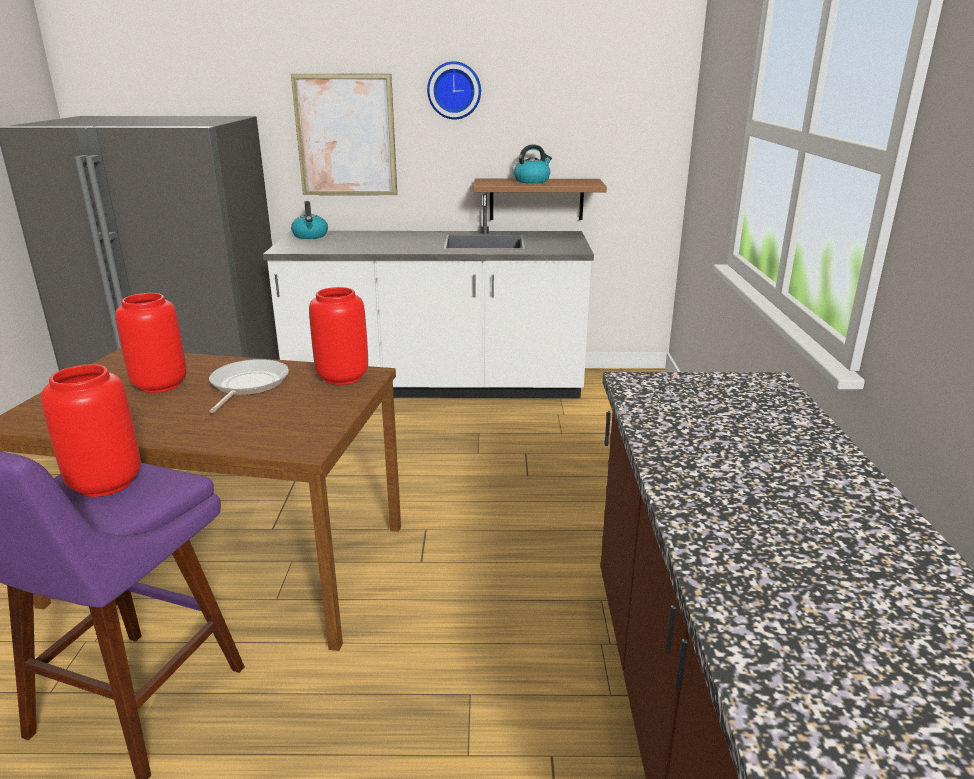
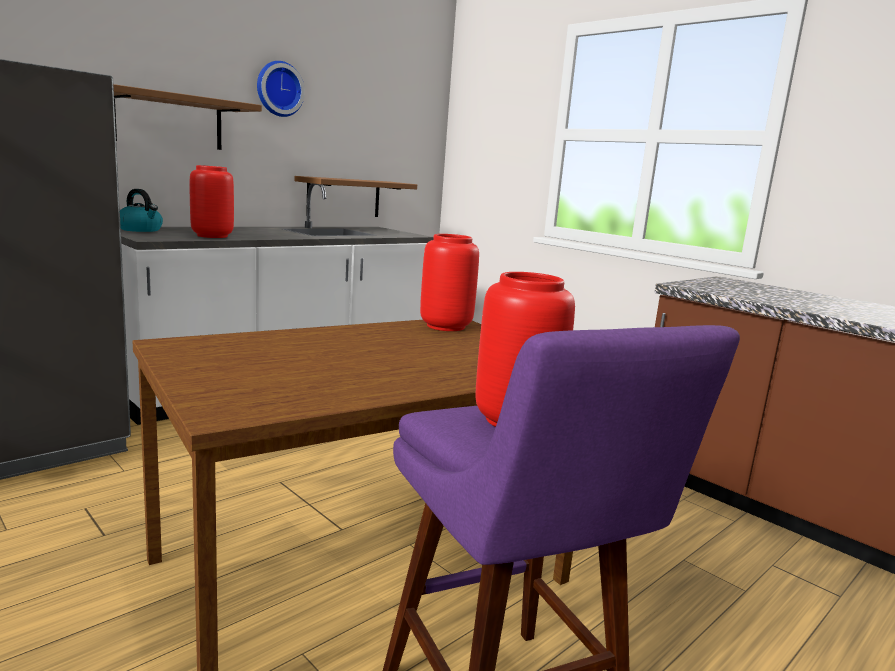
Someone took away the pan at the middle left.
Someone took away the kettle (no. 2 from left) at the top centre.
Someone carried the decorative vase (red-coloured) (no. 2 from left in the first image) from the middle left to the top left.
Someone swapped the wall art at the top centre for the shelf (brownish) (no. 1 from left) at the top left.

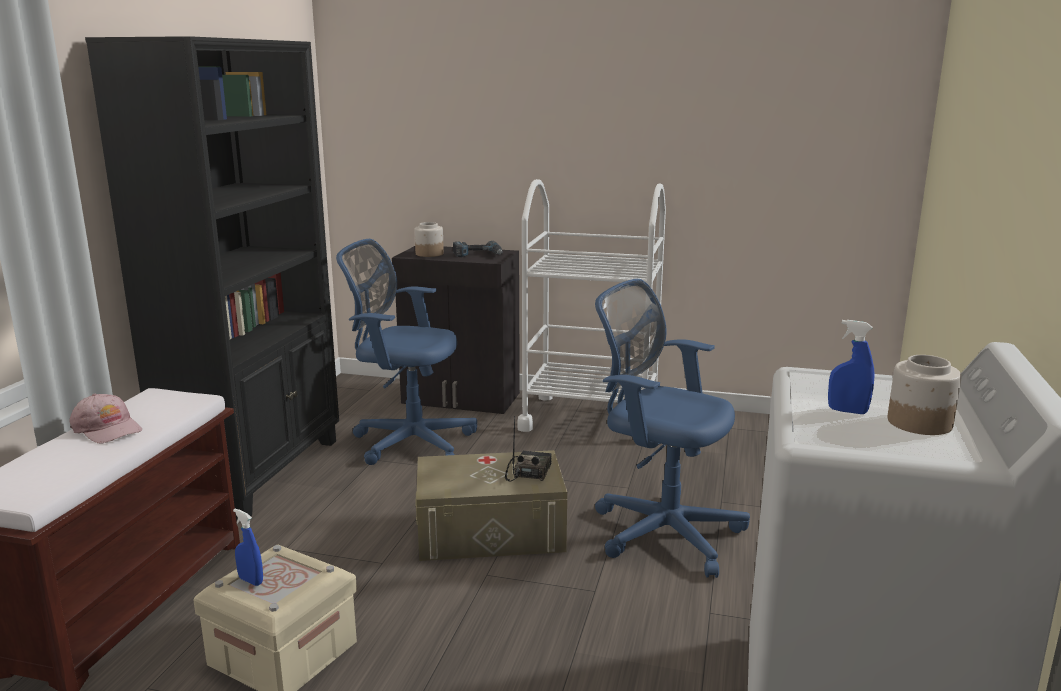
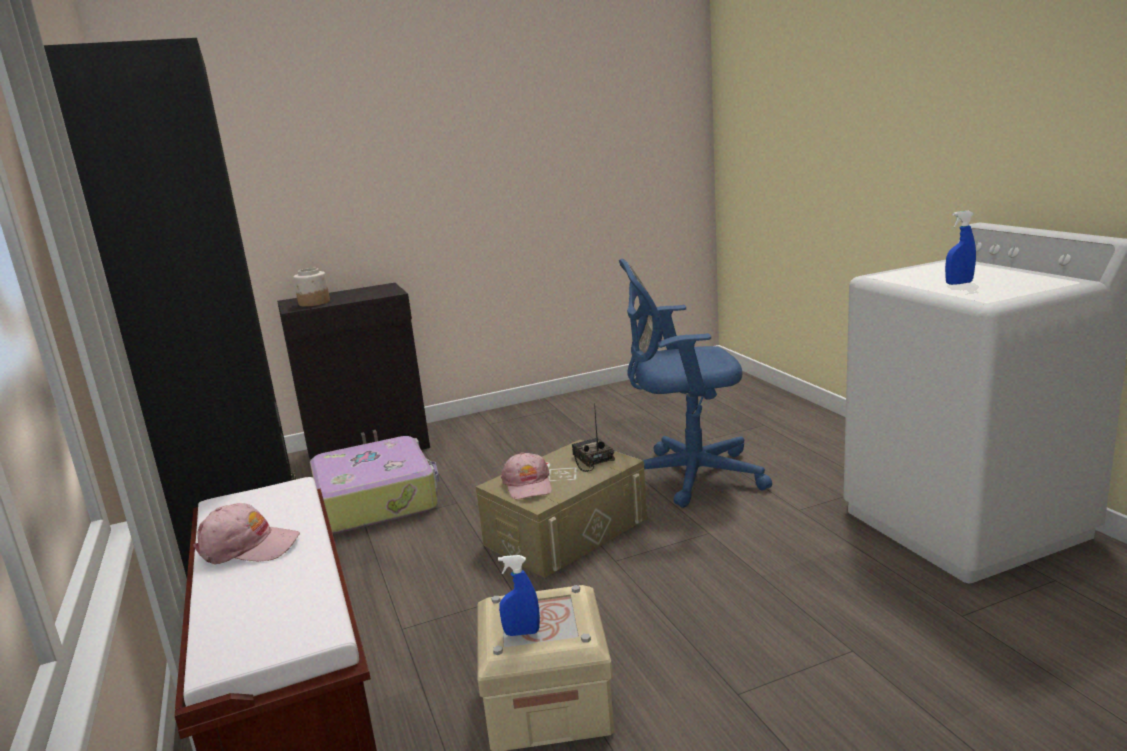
Someone took away the electric drill at the centre.
Someone took away the wheeled cart (whitish) at the centre.
Someone took away the jar (no. 2 from left) at the middle right.
Someone put down the baseball cap (pinkish) (no. 2 from left) at the centre.
Someone swapped the office chair (blue) (no. 1 from left) at the centre for the travel case at the middle left.

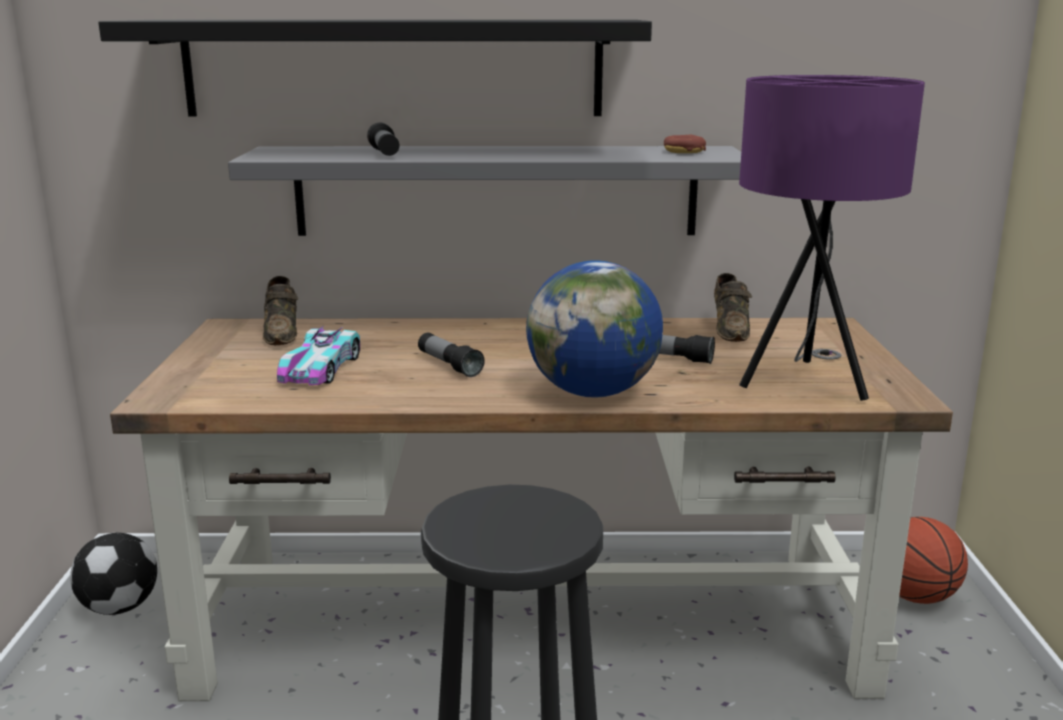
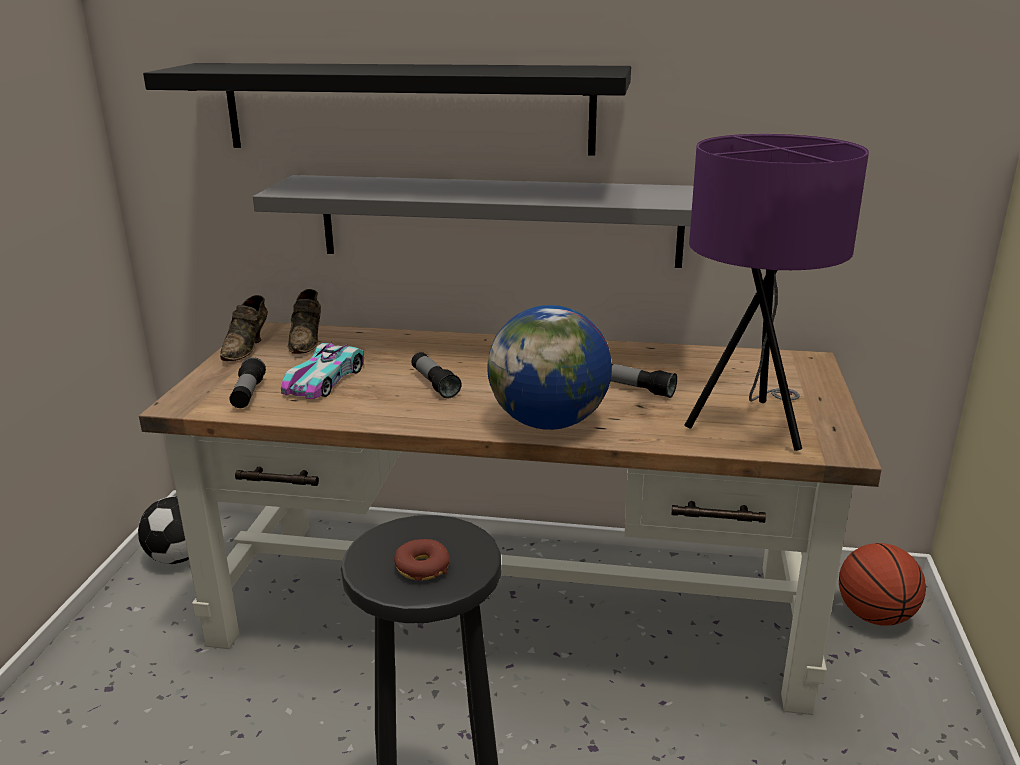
Someone carried the torch (no. 1 from left) from the top centre to the middle left.
Someone carried the ring doughnut from the top centre to the bottom centre.
Someone carried the shoe (brownish) (no. 2 from left in the first image) from the middle right to the middle left.

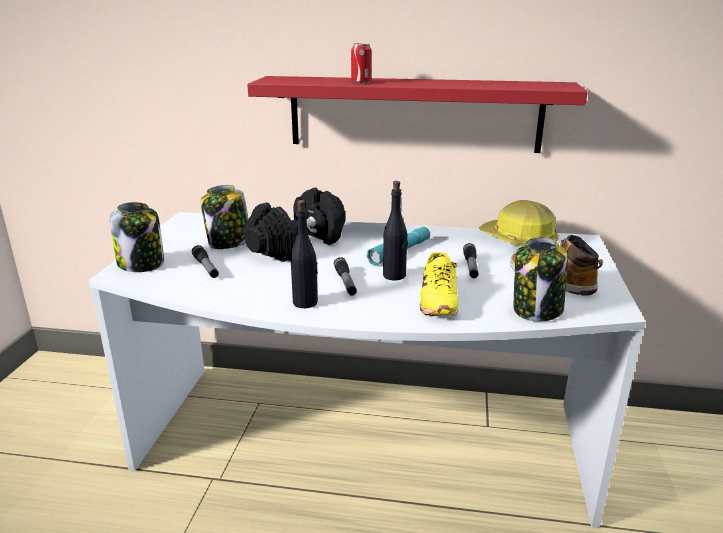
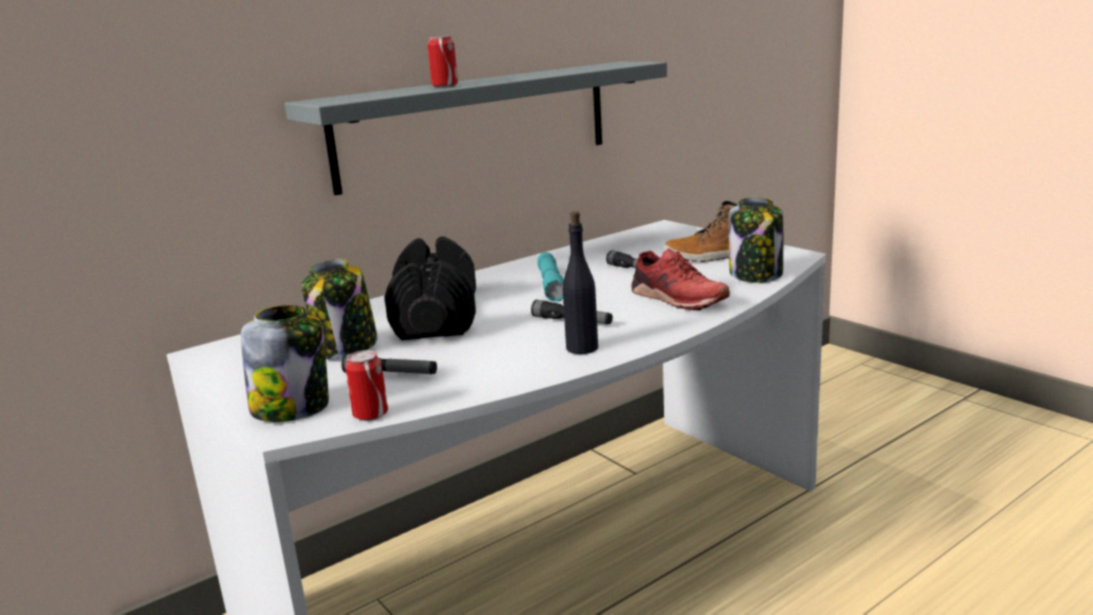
Someone took away the beverage bottle (black) (no. 2 from left) at the centre.
Someone took away the work helmet at the middle right.
Someone put down the metal can (no. 1 from left) at the centre.
Someone repainted the shelf (red-coloured) at the top centre, which became the shelf (grey) at the top centre.
Someone repainted the shoe (yellowish) at the centre, which became the shoe (red-coloured) at the centre.

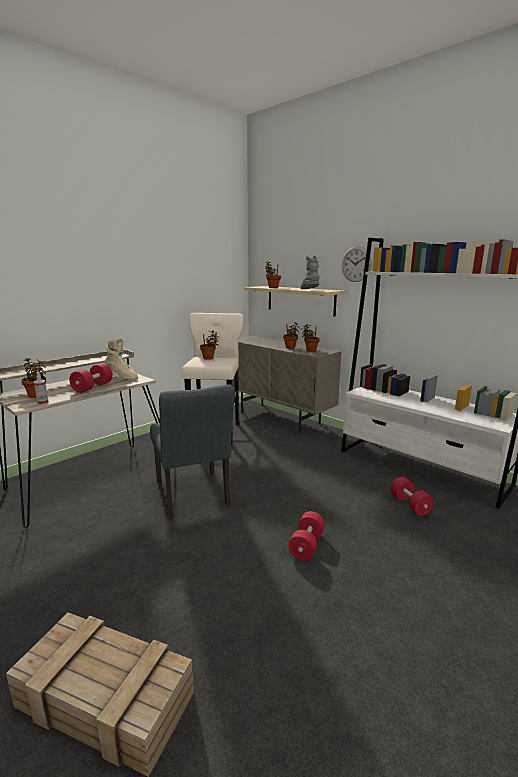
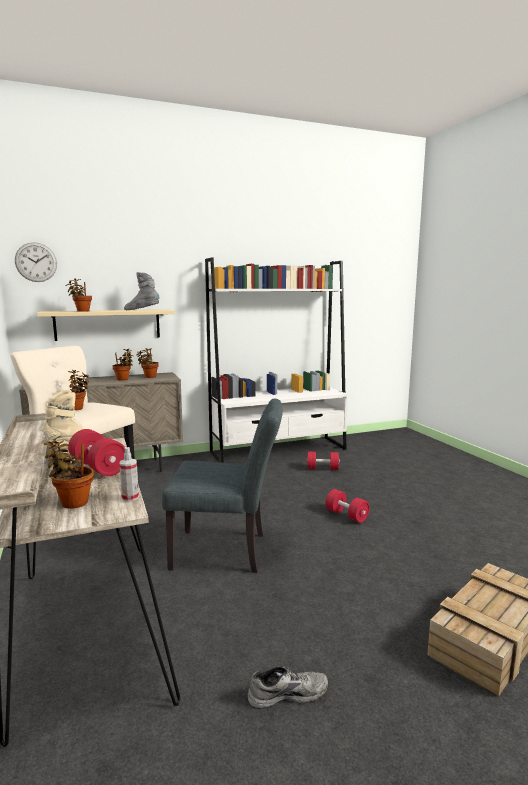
Someone put down the shoe (grey) at the bottom centre.
Someone carried the clock on the wall from the middle right to the middle left.

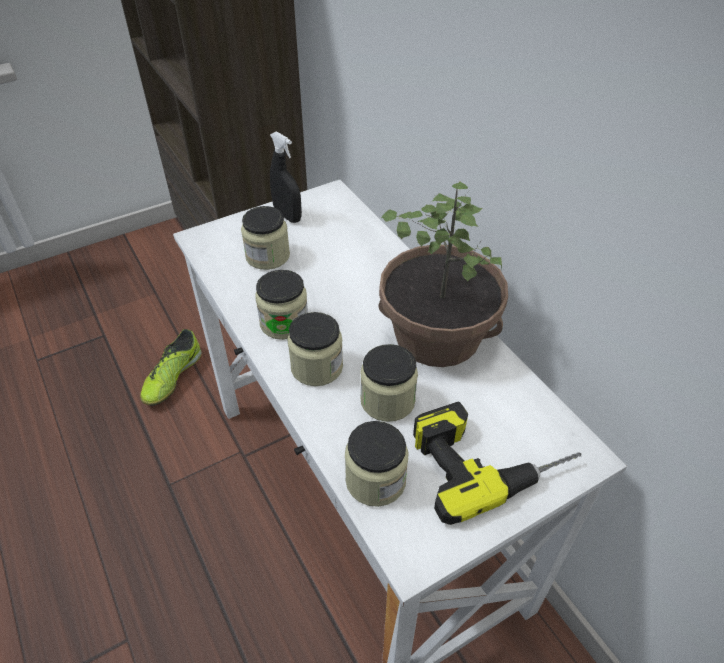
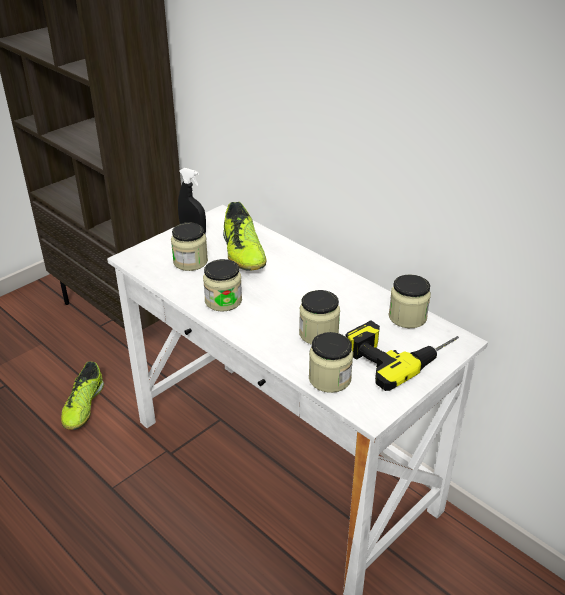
Someone took away the potted plant at the centre.
Someone put down the shoe (no. 2 from left) at the centre.
Someone carried the jar (no. 3 from left in the first image) from the centre to the middle right.

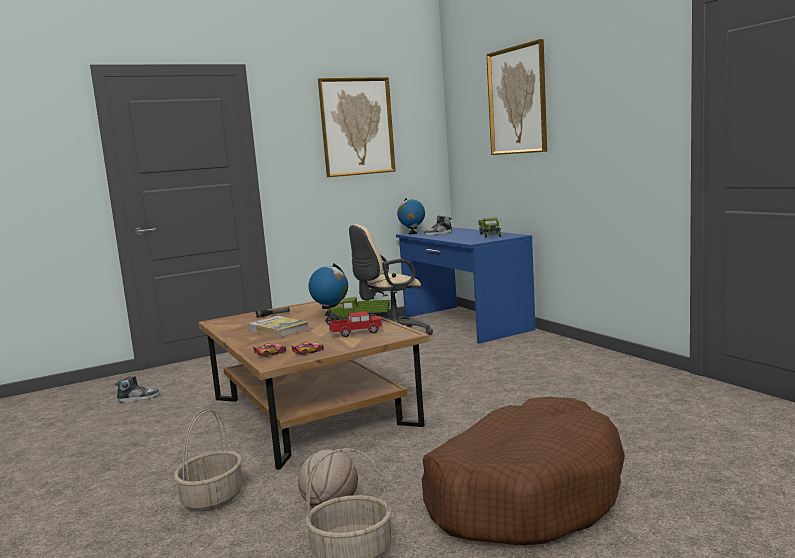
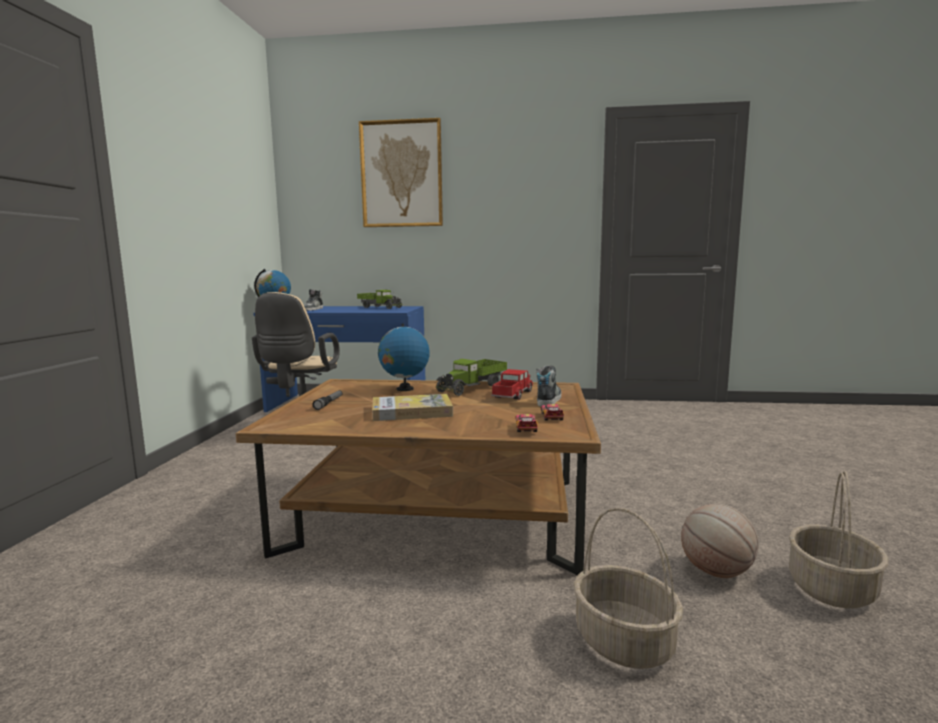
Someone took away the wall art (no. 1 from left) at the top centre.
Someone took away the pet bed (brownish) at the bottom centre.
Someone carried the shoe (no. 1 from left in the first image) from the bottom left to the centre.

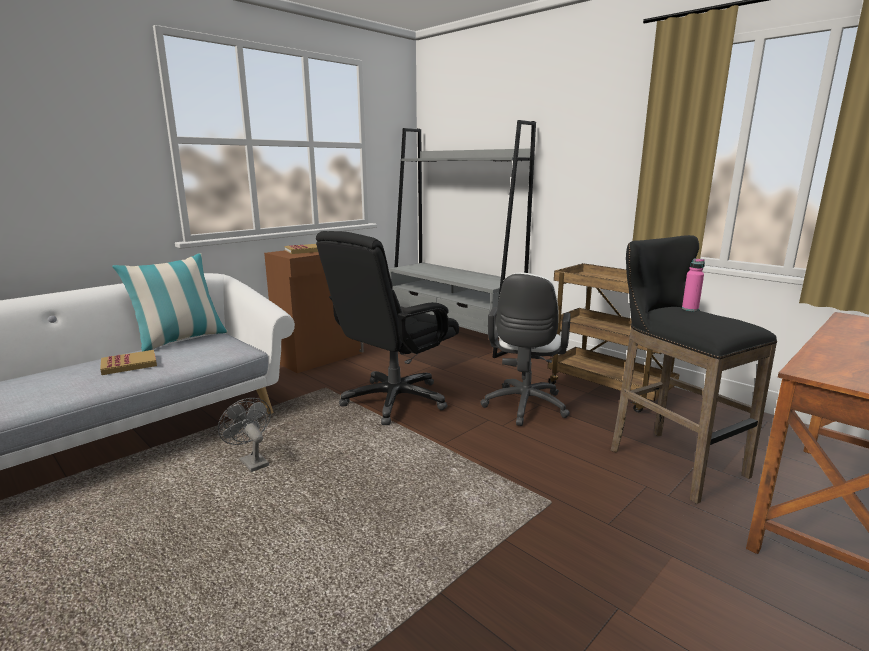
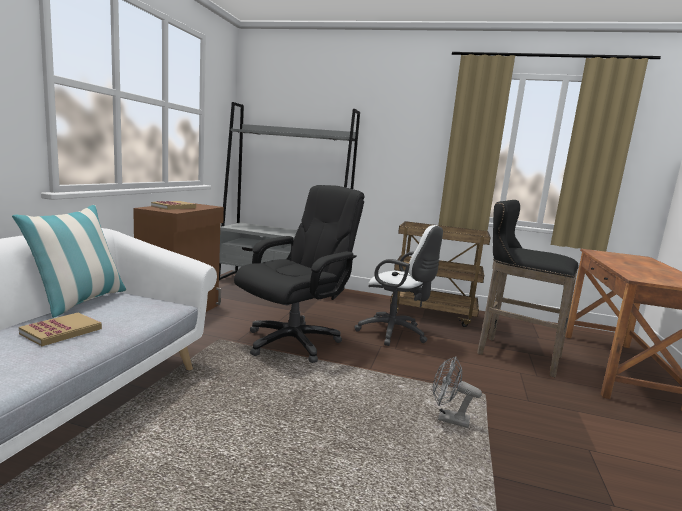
Someone took away the beverage bottle (pinkish) at the middle right.
Someone carried the electric fan (grey) from the bottom left to the bottom right.
Someone rotated the office chair (black) at the centre by 150 degrees counterclockwise.
Someone rotated the office chair (whitish) at the centre by 45 degrees counterclockwise.

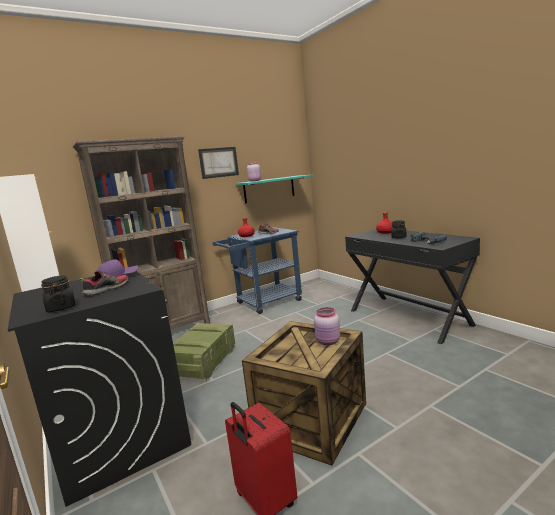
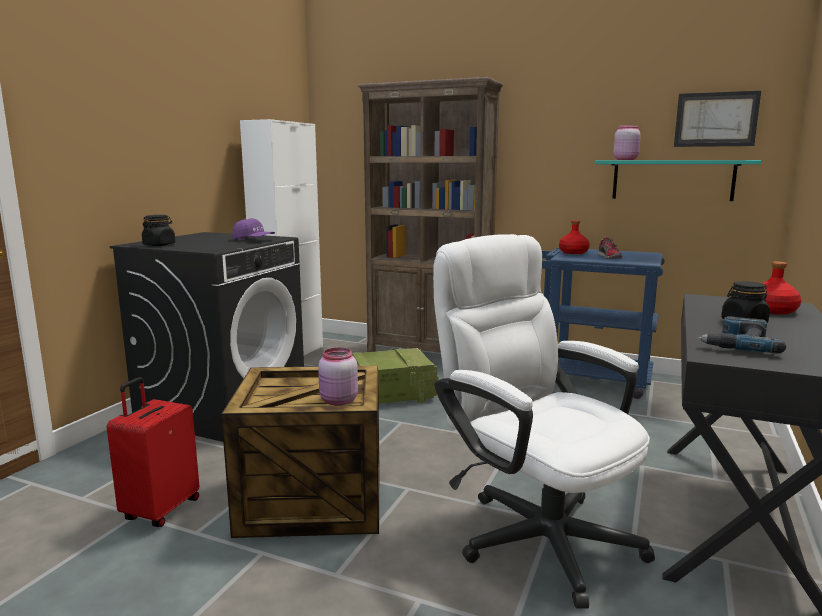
Someone took away the shoe (no. 1 from left) at the middle left.
Someone put down the office chair (whitish) at the bottom centre.
Someone carried the wall art from the top centre to the top right.

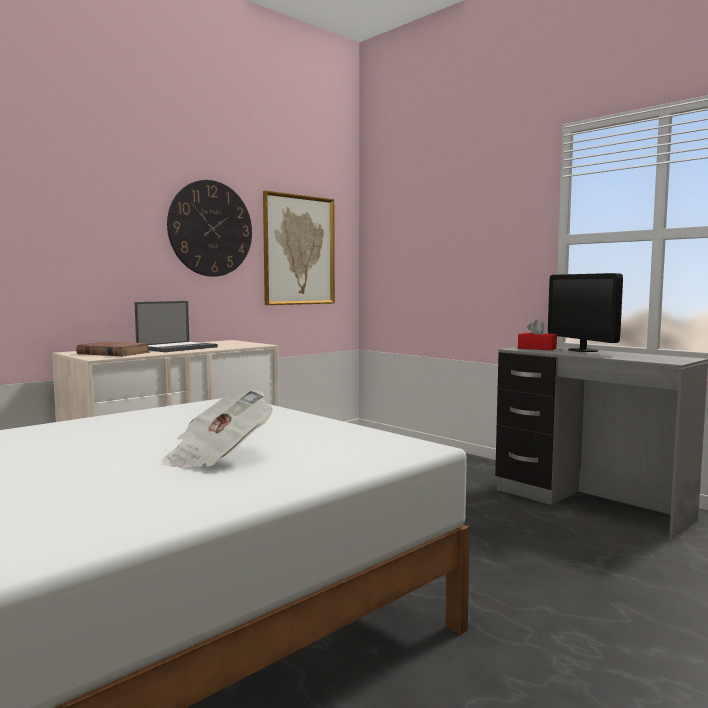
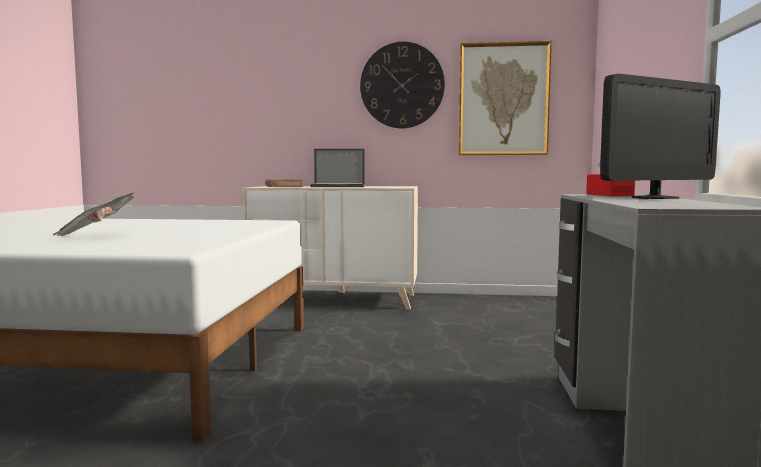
Someone rotated the computer display at the middle right by 150 degrees counterclockwise.

